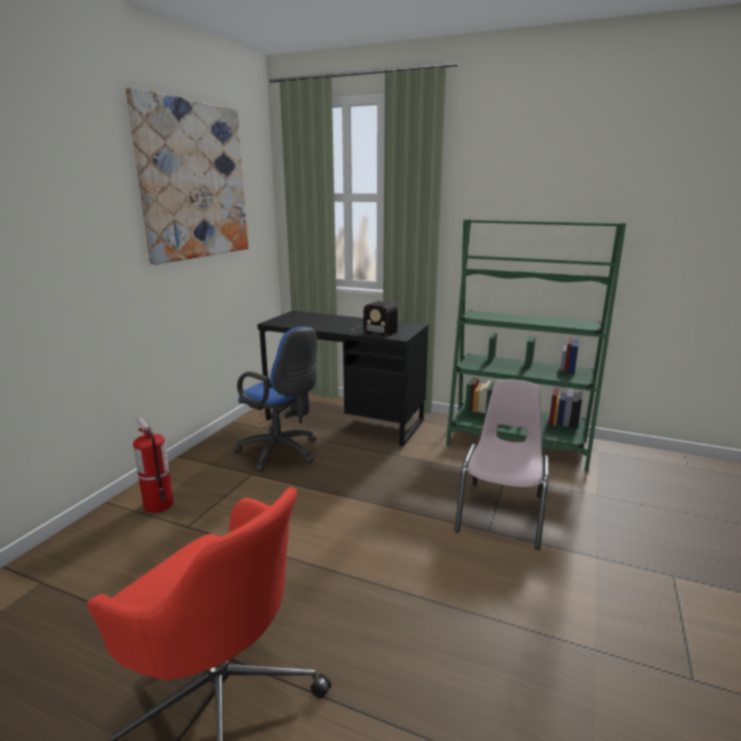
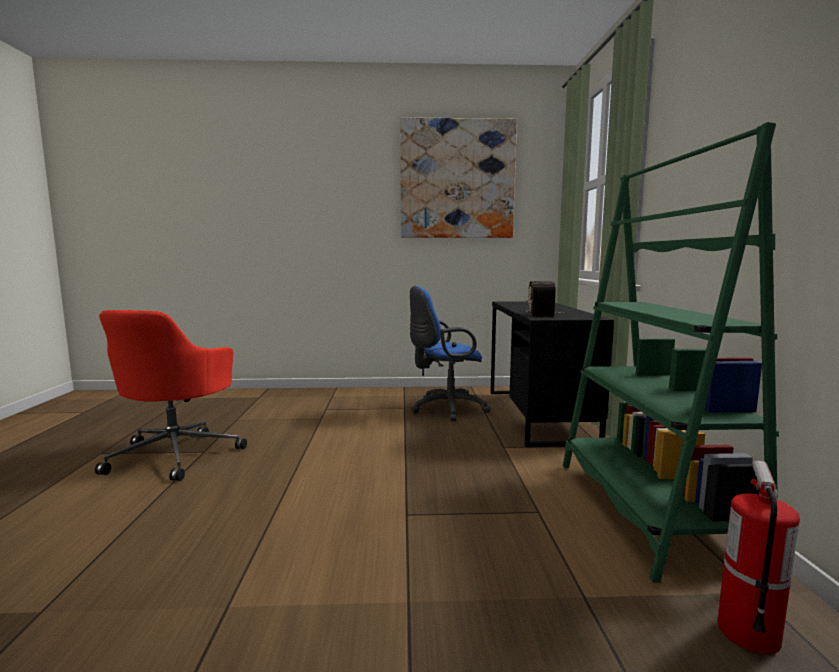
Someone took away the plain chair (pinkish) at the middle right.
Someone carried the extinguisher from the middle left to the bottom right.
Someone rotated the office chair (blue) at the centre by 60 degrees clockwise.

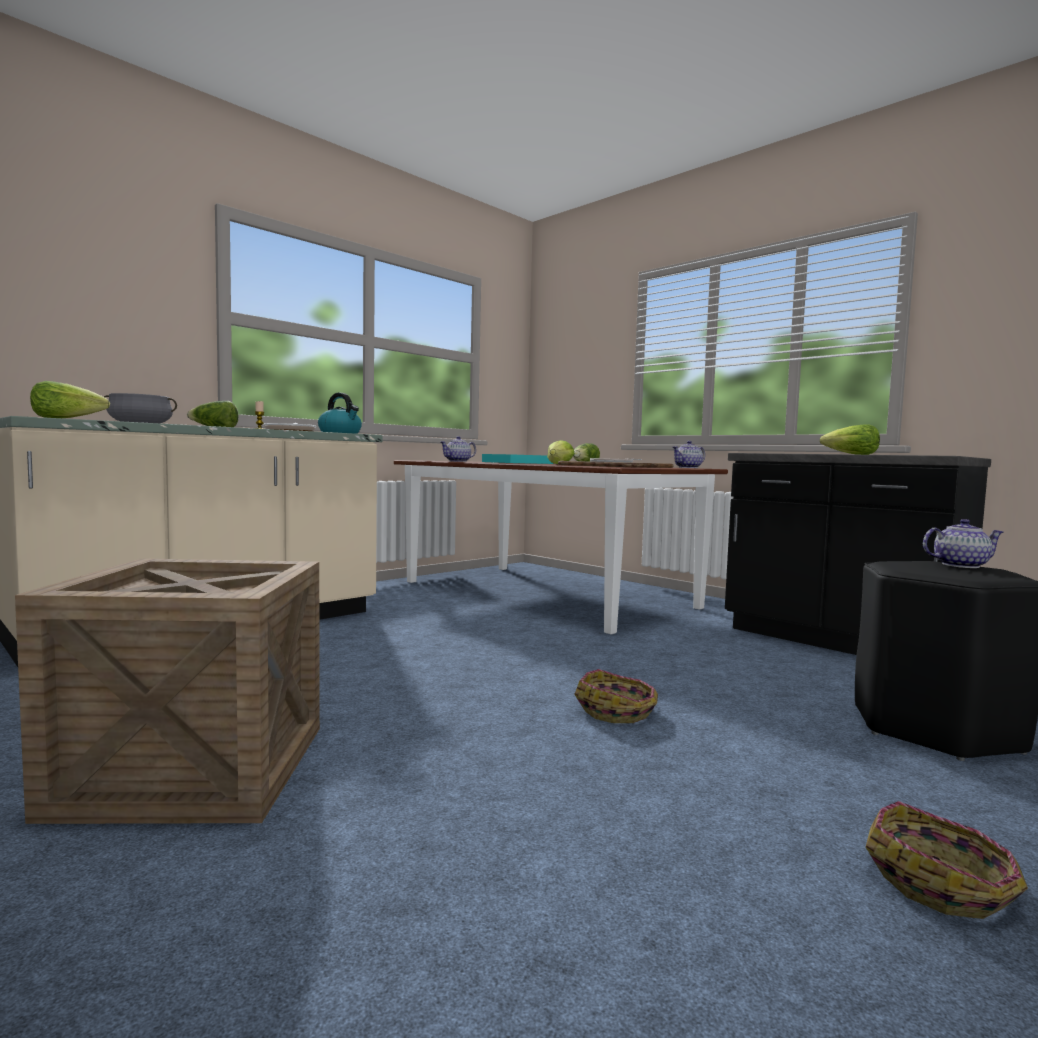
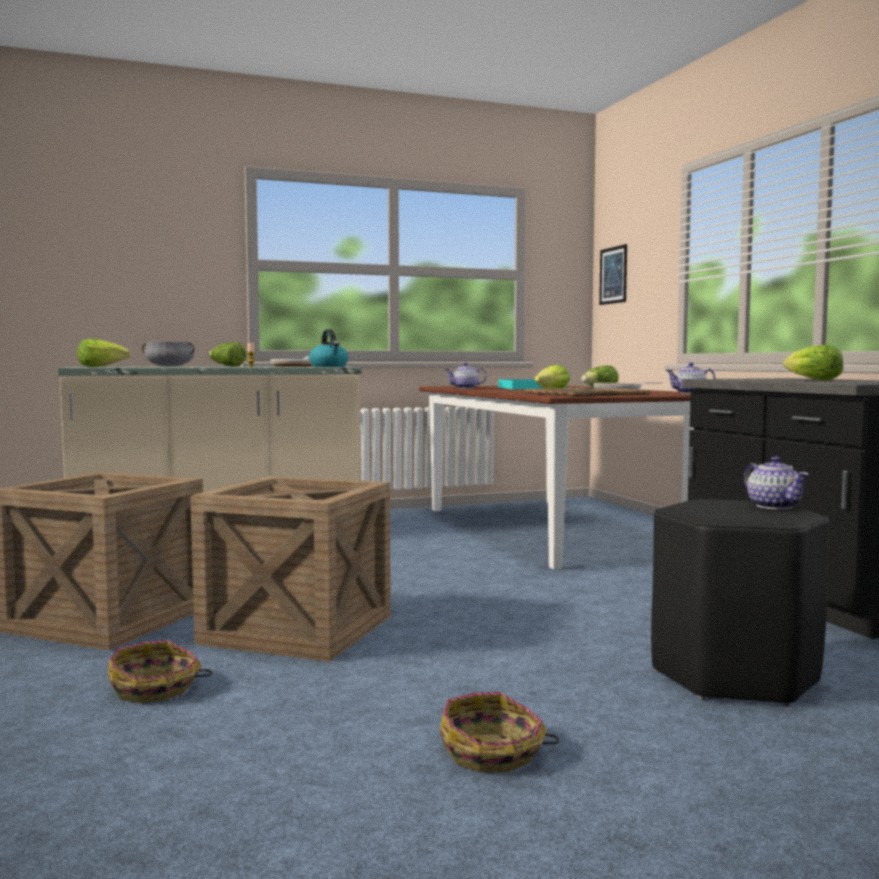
Someone put down the packing crate (no. 2 from left) at the middle left.
Someone put up the wall art at the top right.
Someone carried the basket (no. 1 from left) from the bottom centre to the bottom left.
Someone rotated the pot for tea (no. 3 from left) at the middle right by 45 degrees clockwise.

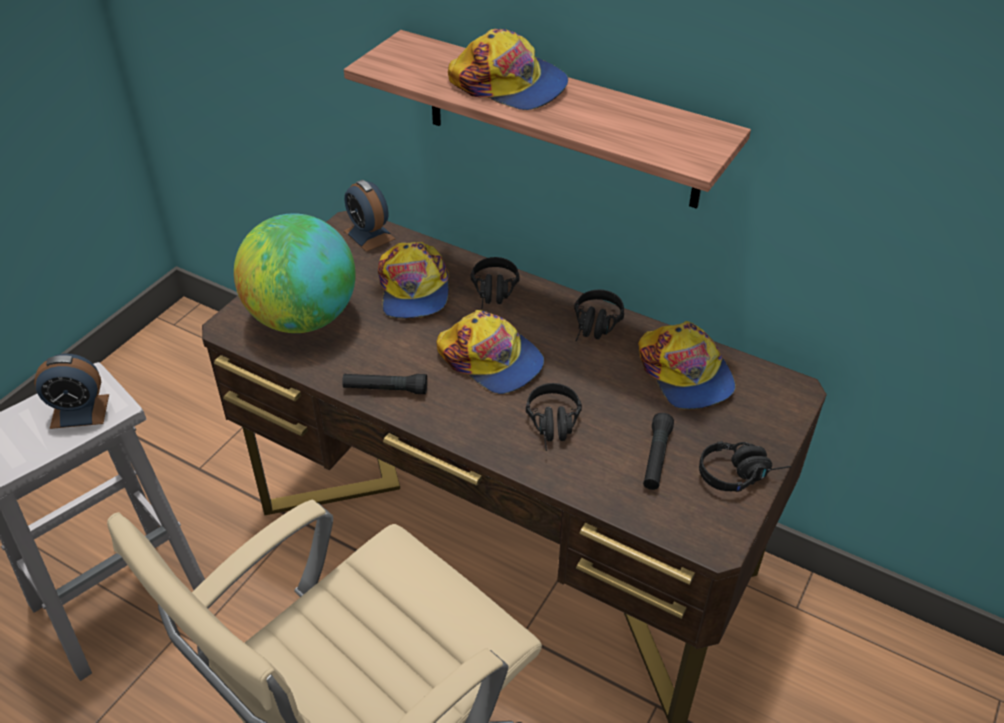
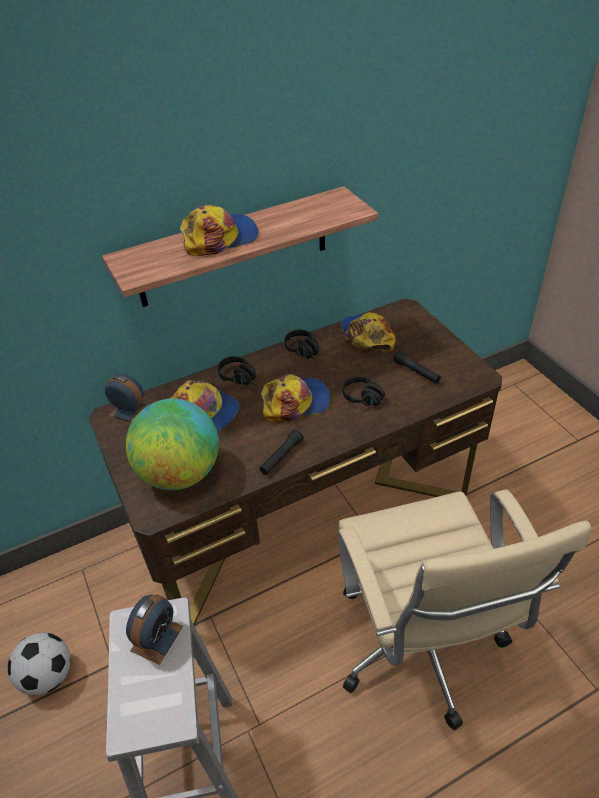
Someone took away the headset (black) (no. 4 from left) at the middle right.
Someone put down the ball for football at the bottom left.
Someone rotated the bedside clock (no. 2 from left in the first image) at the top centre by 150 degrees counterclockwise.
Someone rotated the baseball cap (no. 4 from left) at the middle right by 120 degrees counterclockwise.

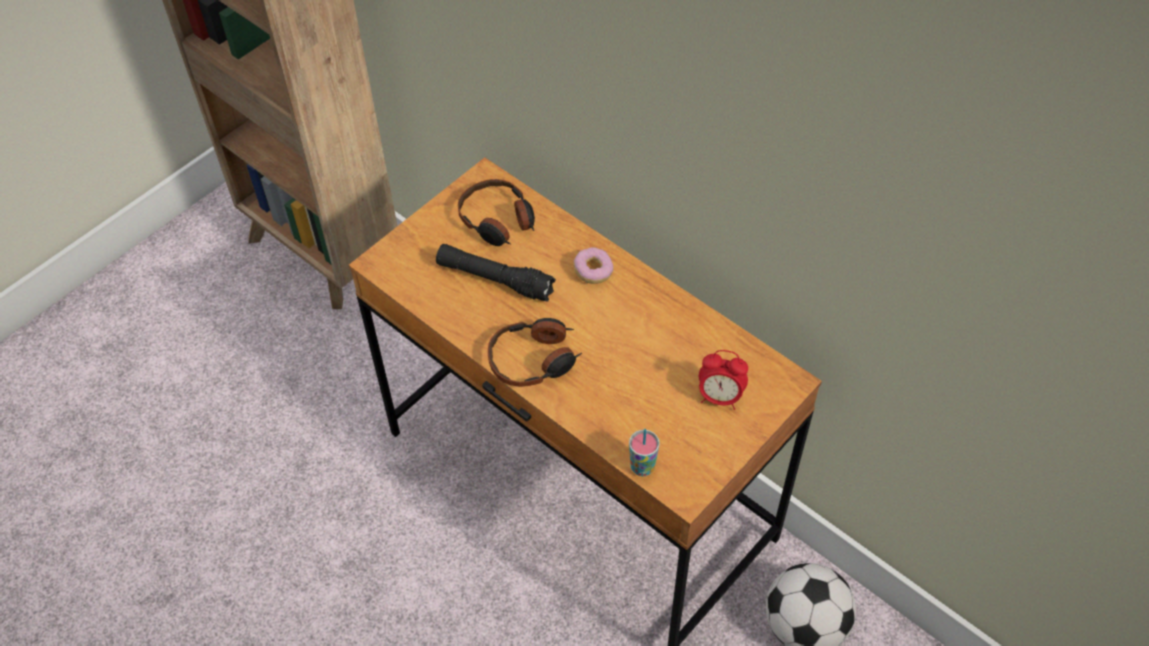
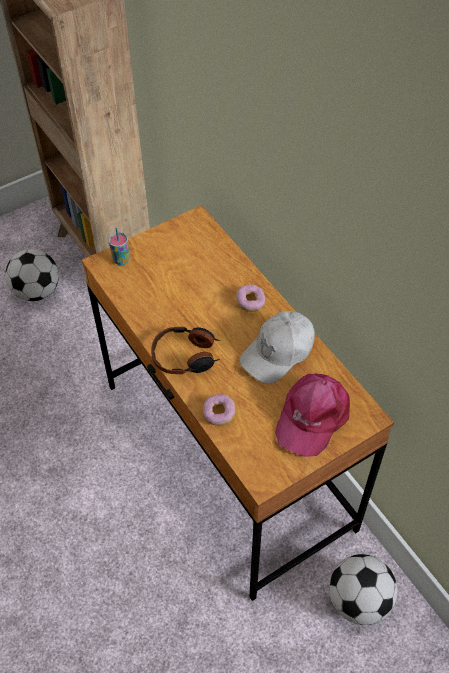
Someone took away the torch (black) at the centre.
Someone took away the headset (no. 1 from left) at the top centre.
Someone put down the ball for football (no. 1 from left) at the middle left.
Someone put down the ring doughnut (no. 1 from left) at the centre.
Someone put down the baseball cap (whitish) at the centre.
Someone carried the small cup from the bottom centre to the middle left.
Someone swapped the bedside clock at the centre for the baseball cap (pinkish) at the middle right.

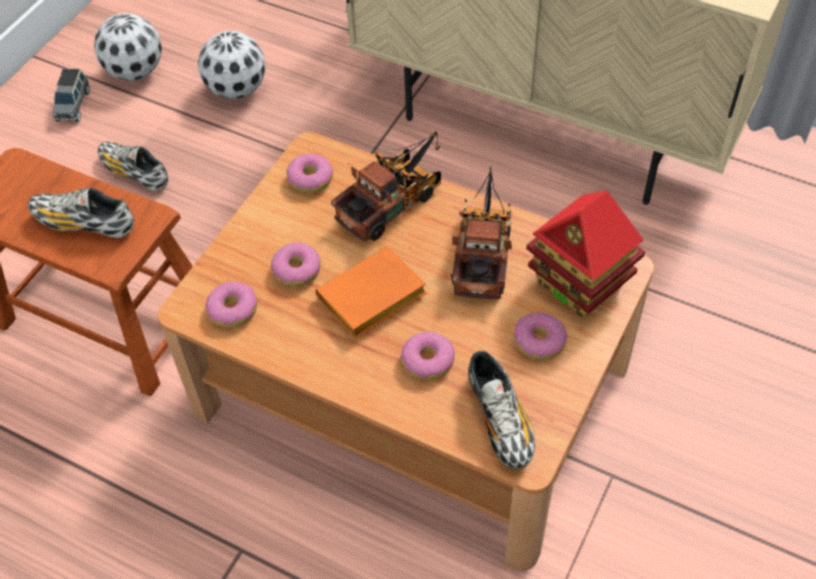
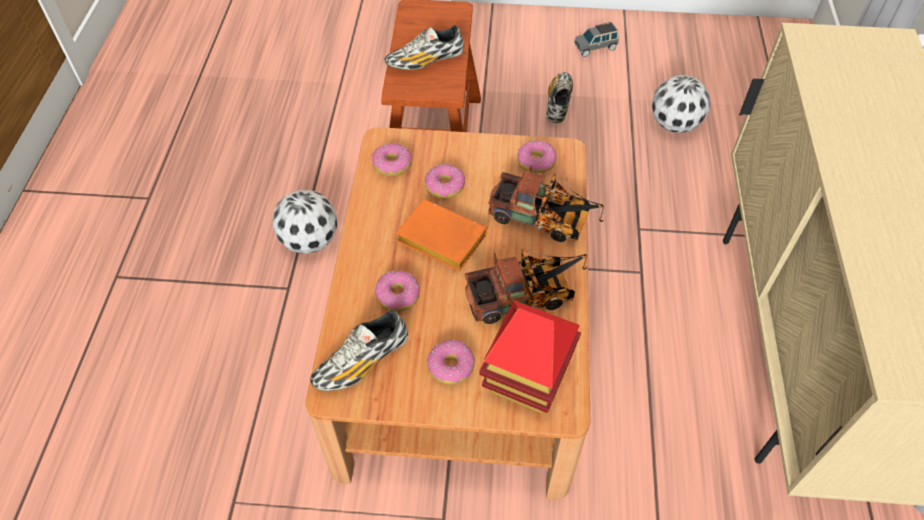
Someone carried the ball for football (no. 1 from left) from the top left to the middle left.
Someone rotated the shoe (no. 1 from left in the first image) at the middle left by 105 degrees counterclockwise.

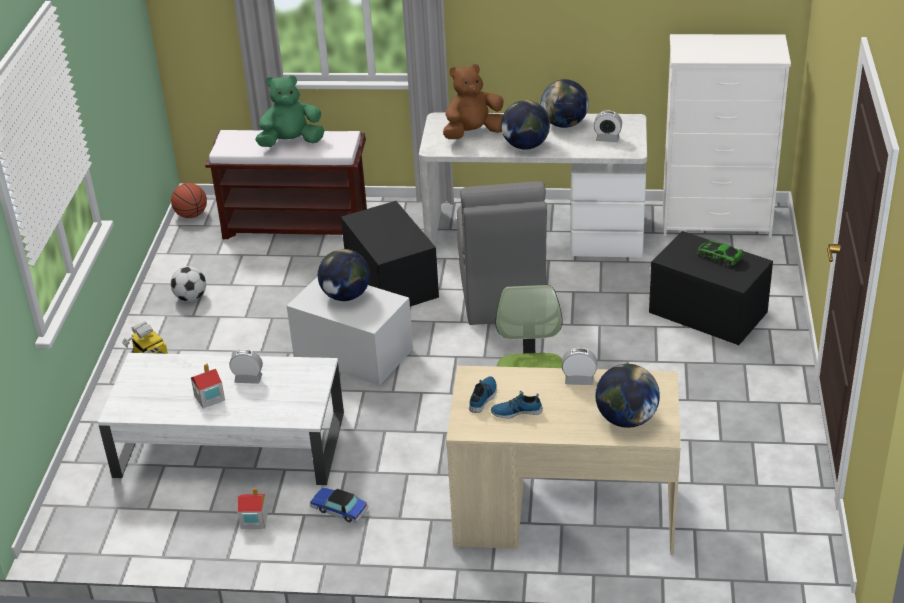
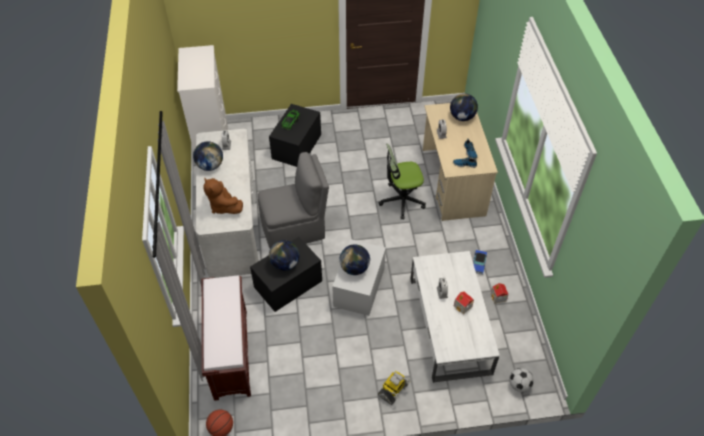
Someone took away the soft toy (greenish) at the top left.
Someone carried the ball for football from the middle left to the bottom right.
Someone carried the desk globe (no. 2 from left) from the top centre to the centre.

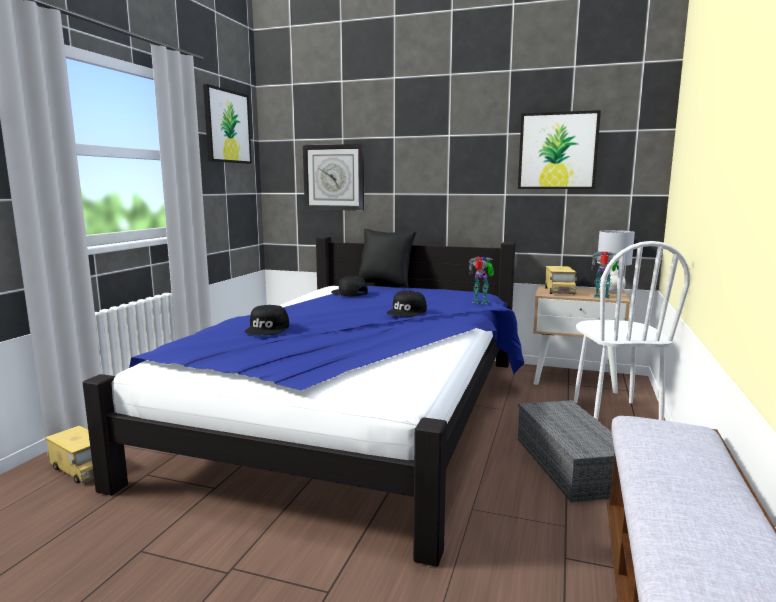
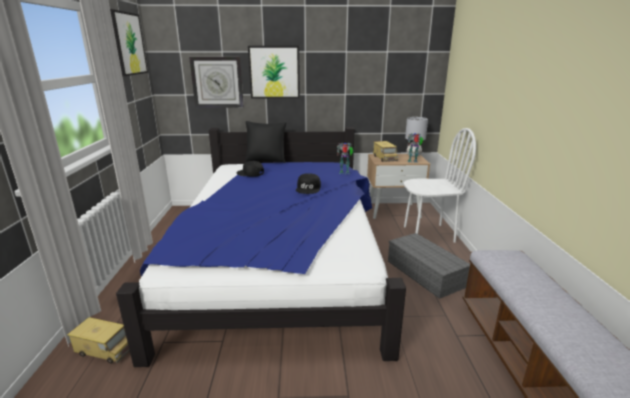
Someone took away the baseball cap (black) (no. 1 from left) at the centre.
Someone carried the wall art (no. 2 from left) from the top right to the top centre.
Someone rotated the plain chair (whitish) at the middle right by 75 degrees counterclockwise.

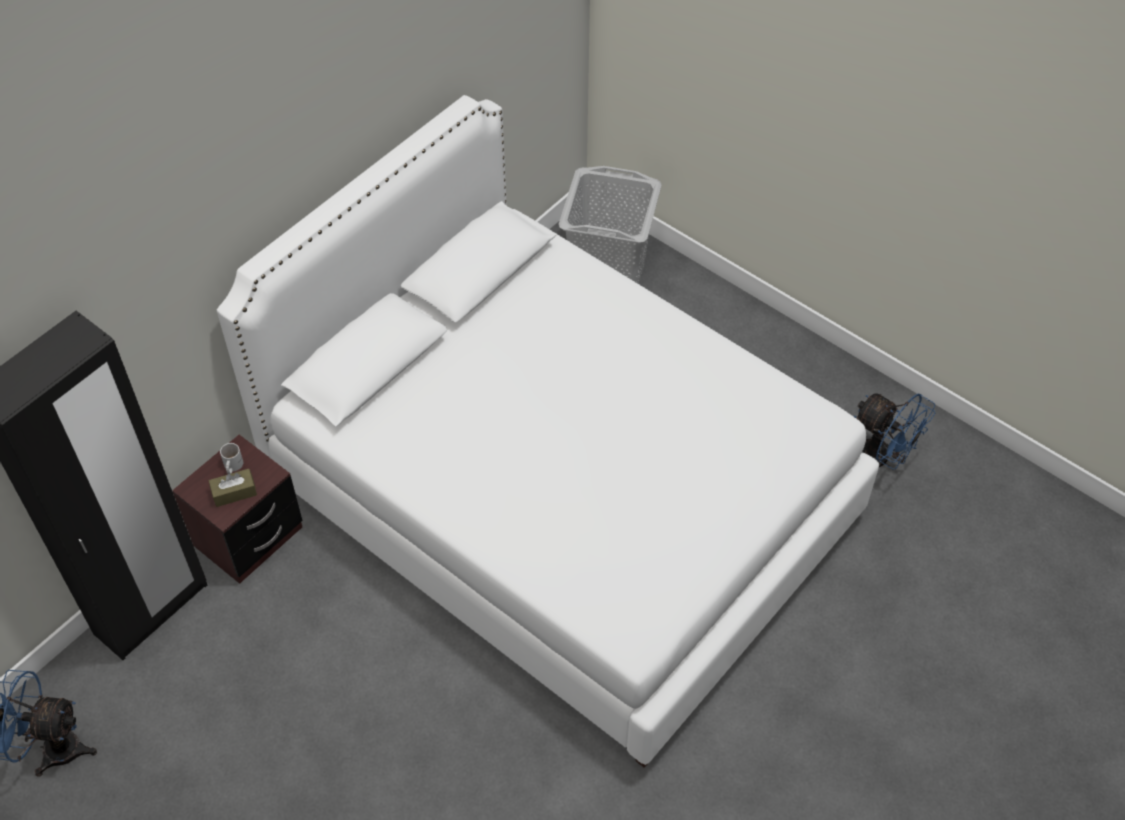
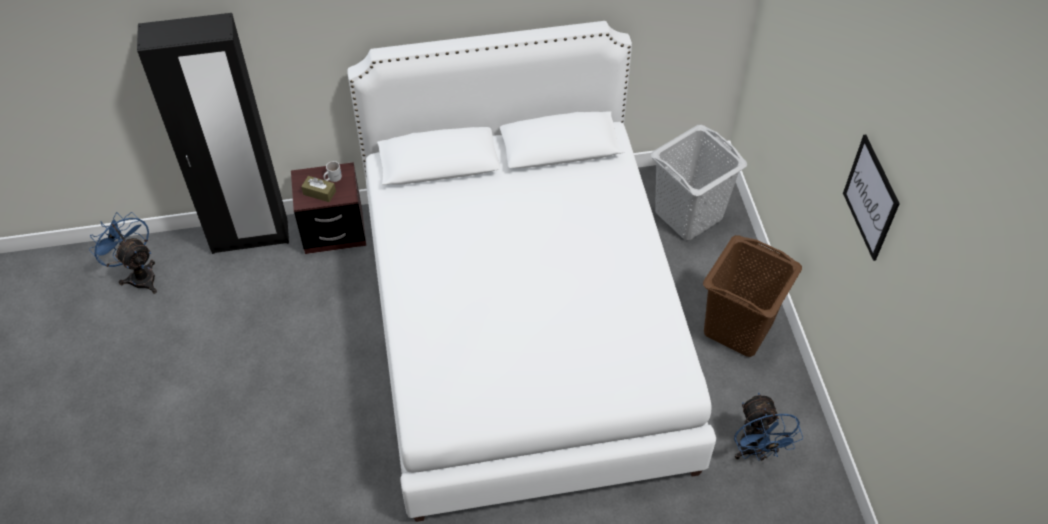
Someone put down the laundry basket (brownish) at the middle right.
Someone put up the wall art at the middle right.

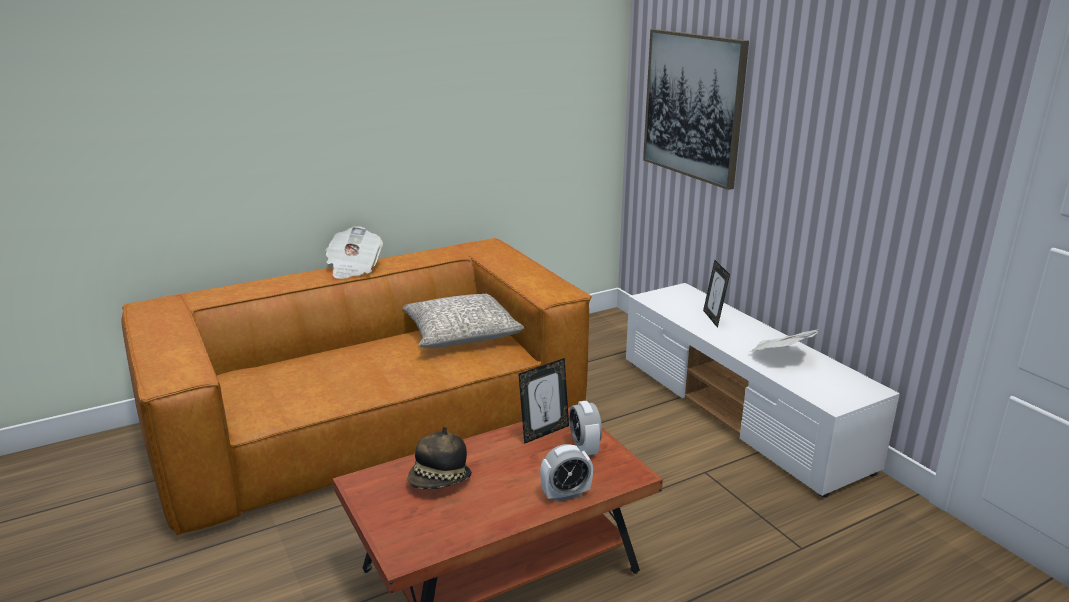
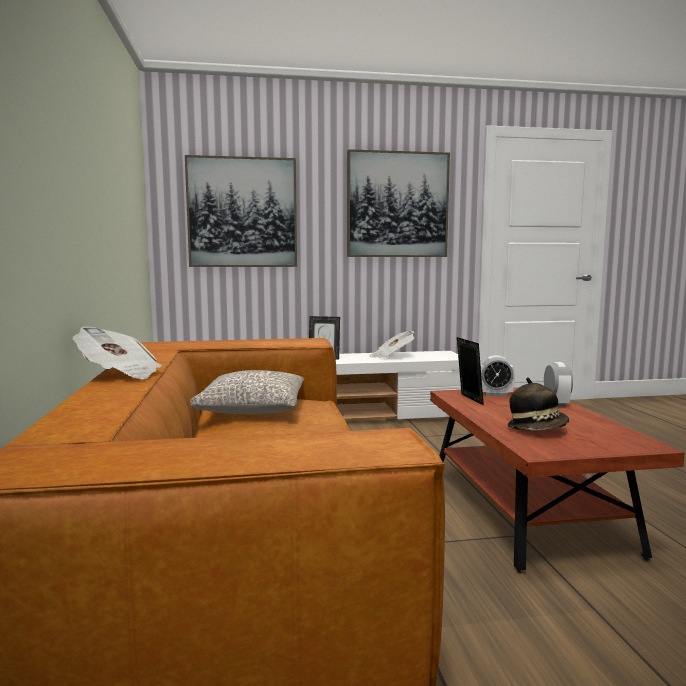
Someone put up the wall art (no. 2 from left) at the top centre.

